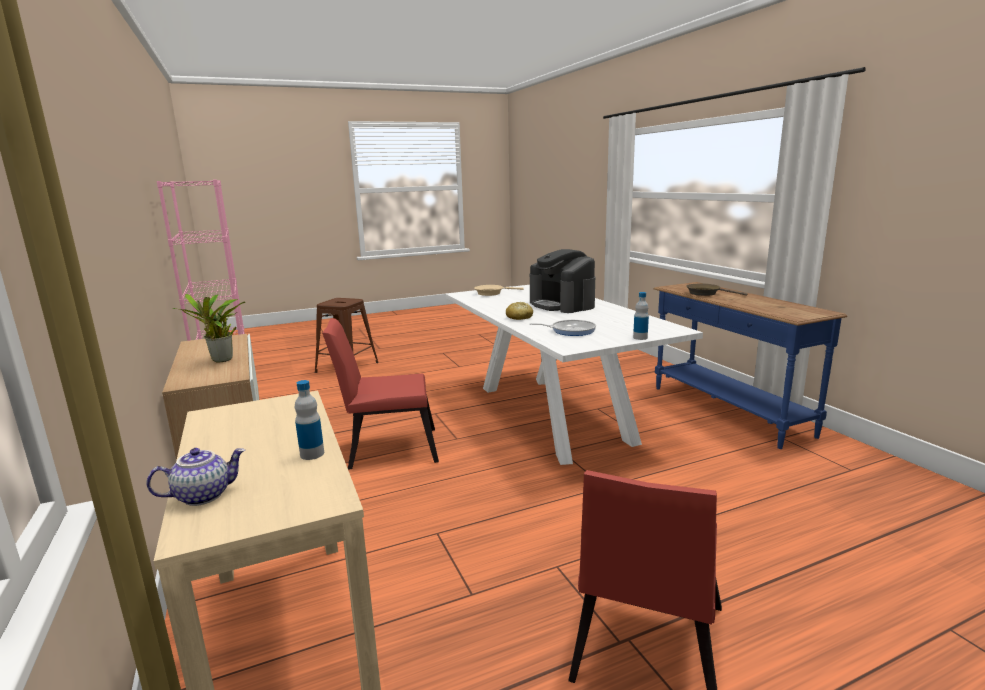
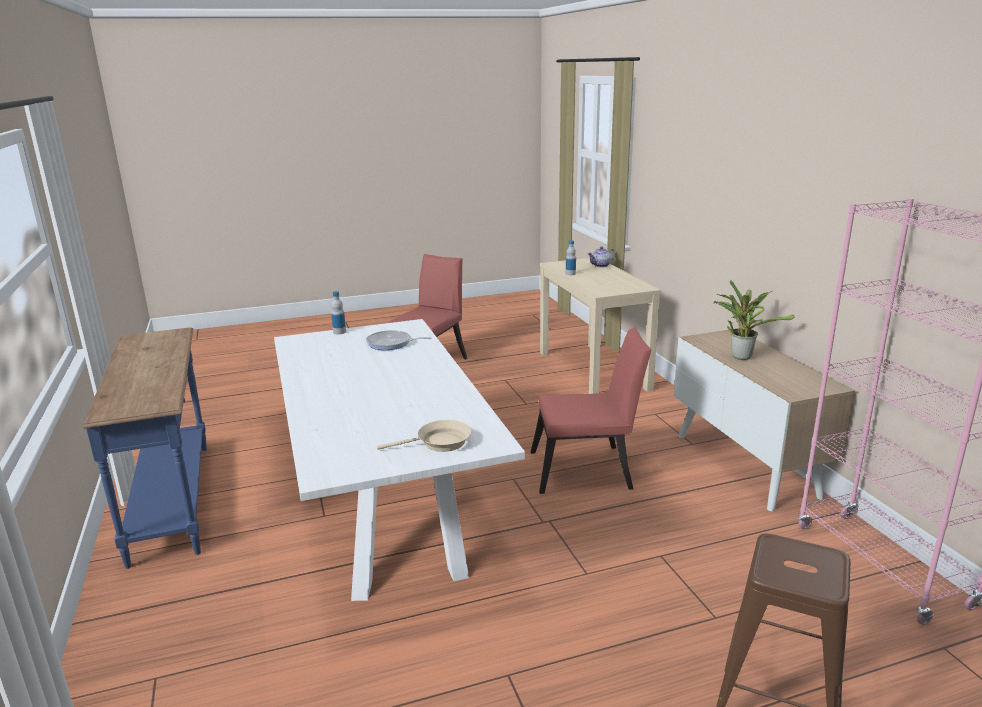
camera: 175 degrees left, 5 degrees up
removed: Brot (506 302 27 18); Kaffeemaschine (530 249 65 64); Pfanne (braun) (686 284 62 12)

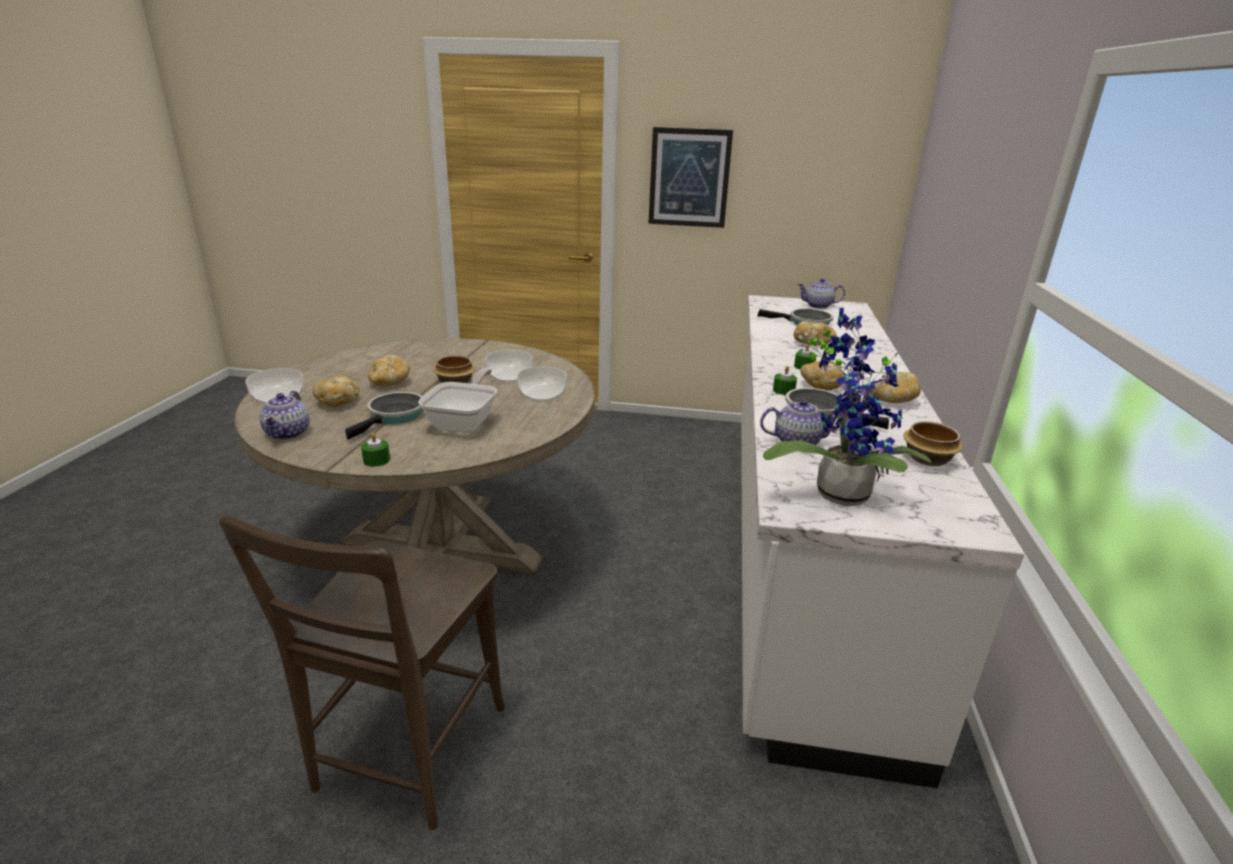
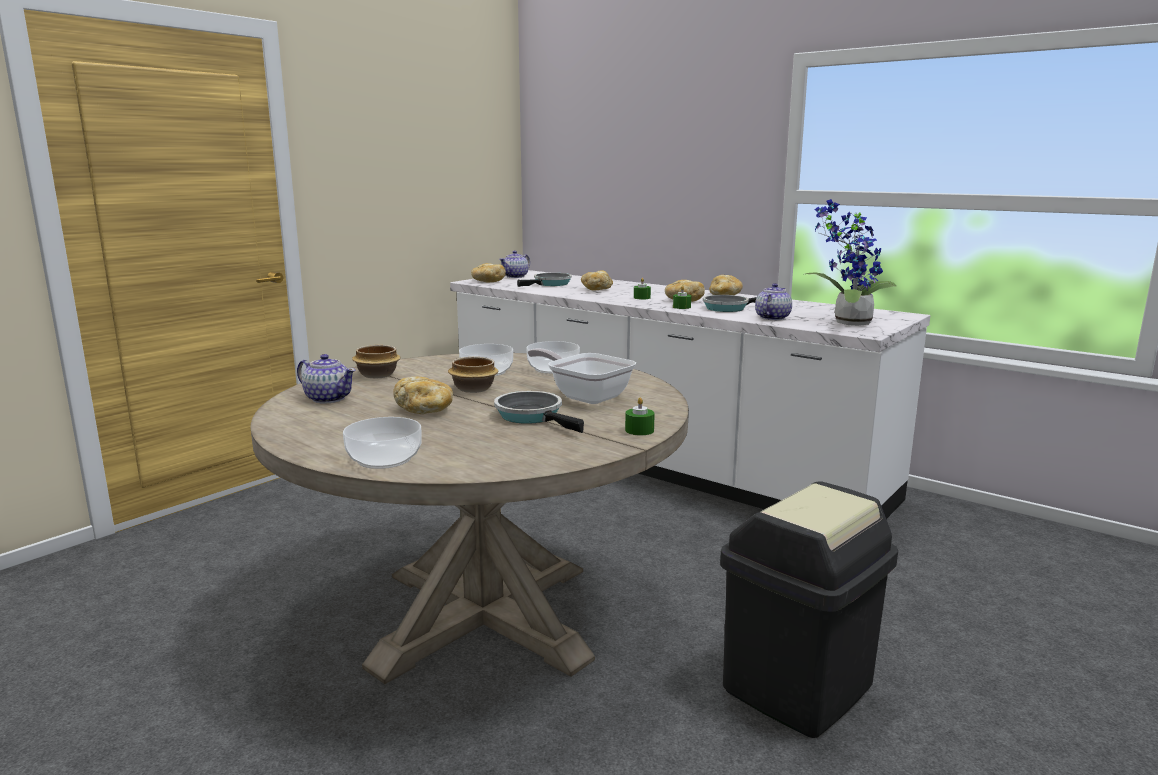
camera: 60 degrees left, 10 degrees down
removed: Bild (648 127 85 101)
moved: Teekanne (260 391 50 49) to (297 354 59 49); Schüssel (904 421 59 45) to (352 345 49 33); Brot (312 375 48 32) to (471 263 35 19)
replaced: Stuhl (braun) (219 515 286 315) to Mülleimer (schwarz) (720 481 178 257)

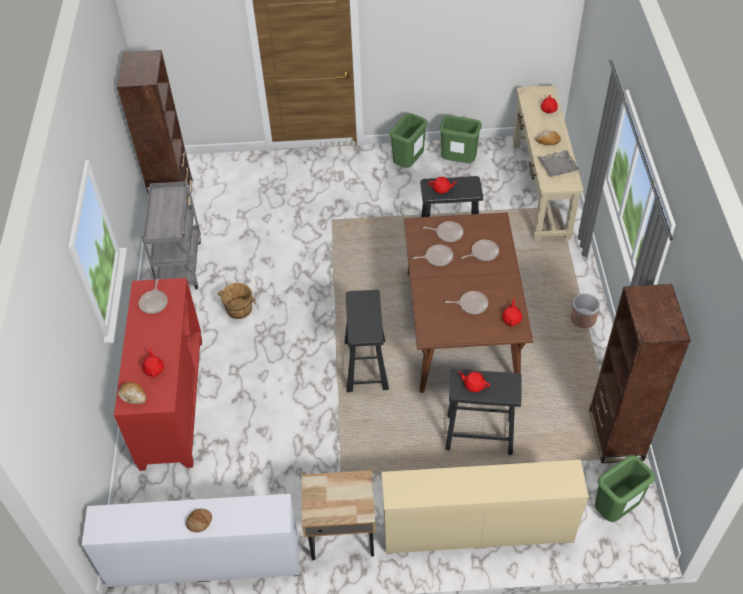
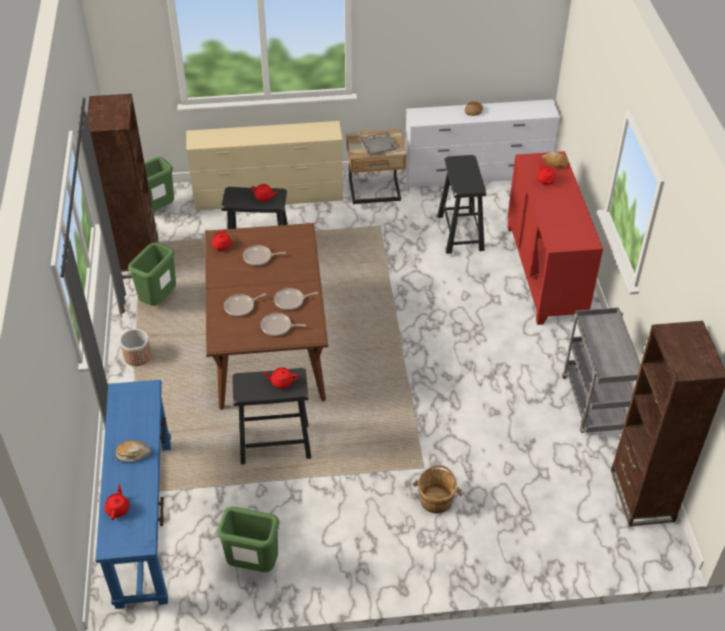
camera: 175 degrees right, 5 degrees down
removed: Pfanne (138 278 30 36)
moved: Mülleimer (grün) (389 113 39 55) to (128 243 48 63); Tablett (grau) (538 150 42 27) to (359 131 40 24); Eimer (braun) (218 283 38 36) to (412 465 50 49); Hocker (schwarz) (345 290 44 102) to (437 155 49 99)
recoloured: Konsolentisch (beige) (512 85 72 156) to Konsolentisch (blau) (95 380 76 229)

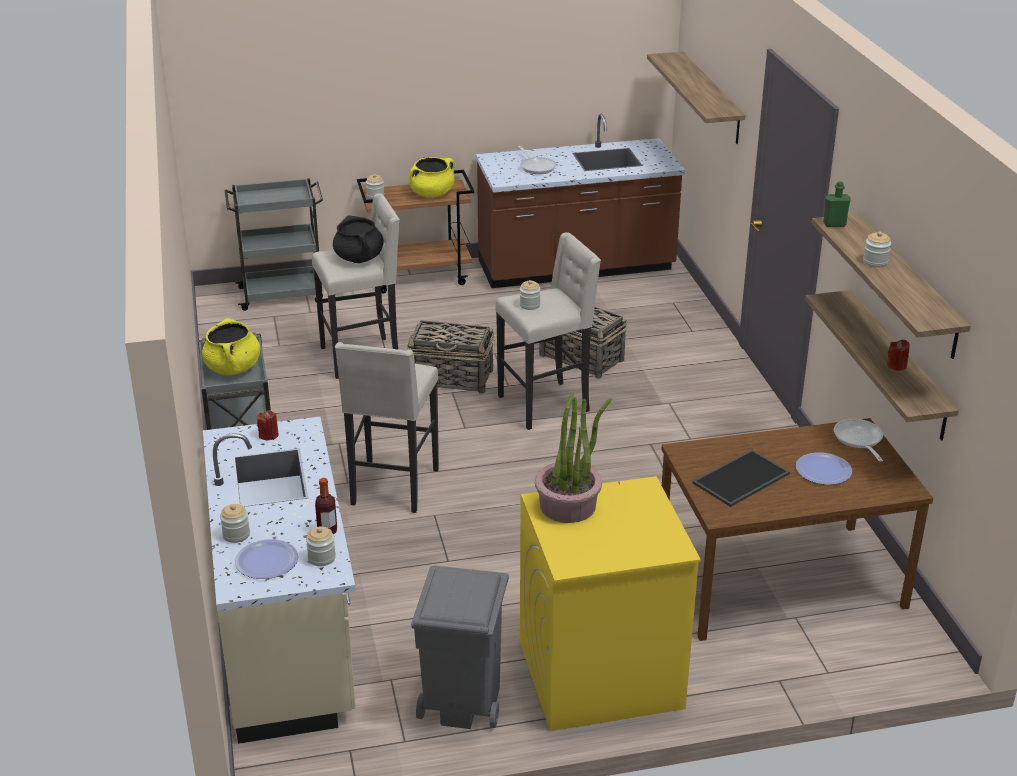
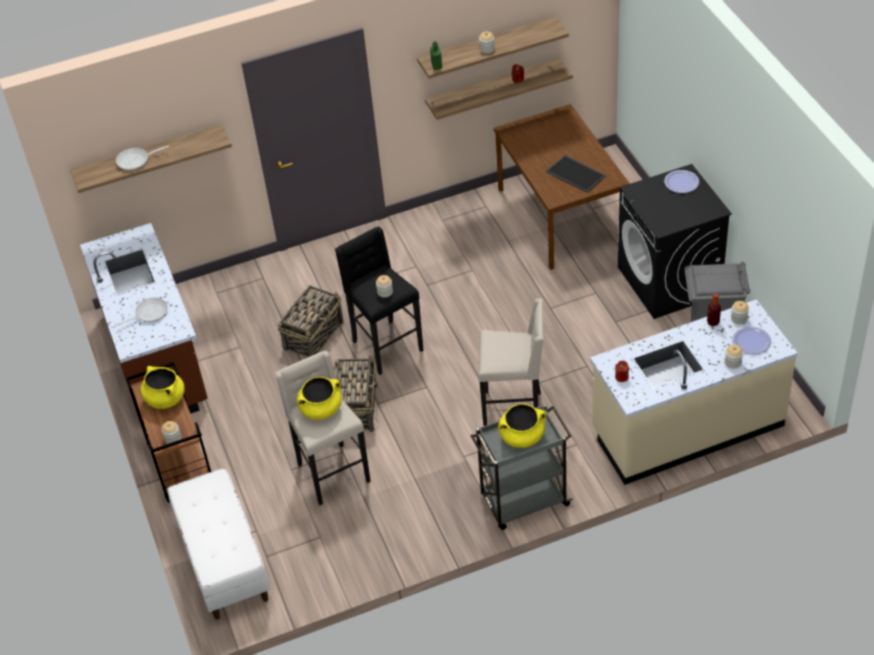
camera: 95 degrees left, 15 degrees up
removed: Topfpflanze (535 392 77 131)
moved: Pfanne (834 419 49 43) to (116 146 53 24); Teller (796 452 56 33) to (664 170 35 23)
replaced: Rollwagen (grau) (225 178 98 133) to Bank (weiß) (167 468 103 152)
recoloured: Kochtopf (schwarz) (333 216 51 47) to Kochtopf (gelb) (297 377 45 43); Hocker (beige) (495 232 106 198) to Hocker (schwarz) (335 226 89 149); Waschmaschine (gelb) (520 476 181 255) to Waschmaschine (schwarz) (618 164 114 155)

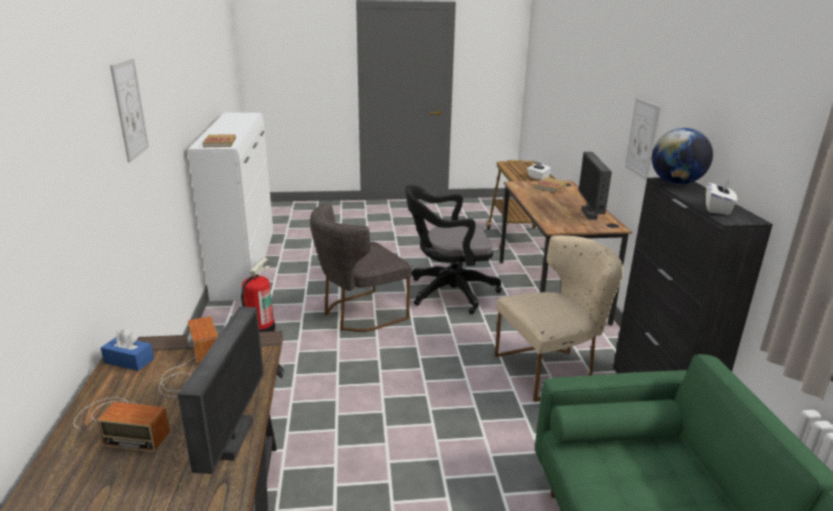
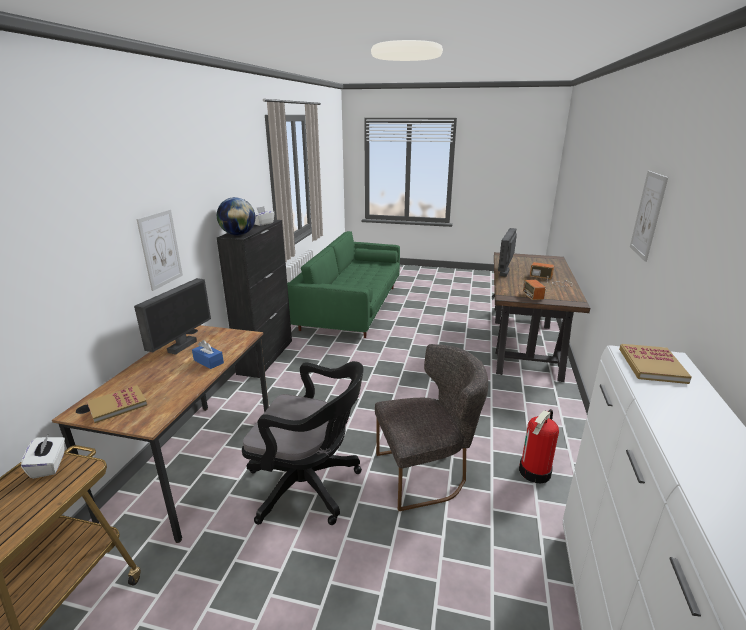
camera: 160 degrees left, 0 degrees up
removed: Stuhl (beige) (495 235 128 167)
moved: Taschentuchbox (blau) (101 329 53 42) to (192 340 32 29)

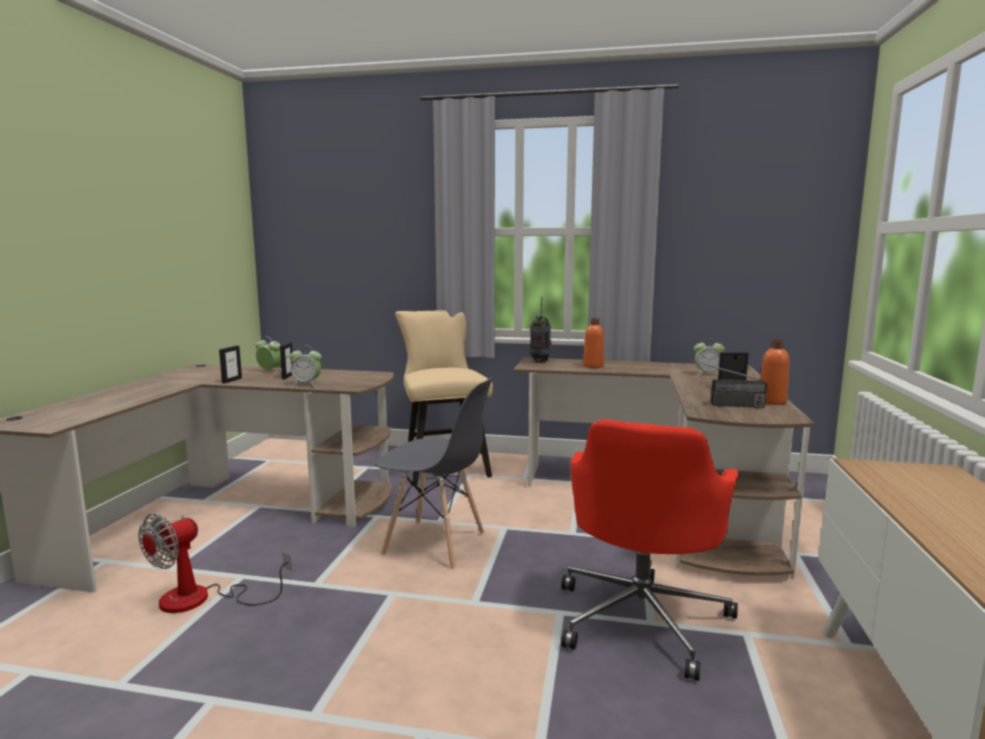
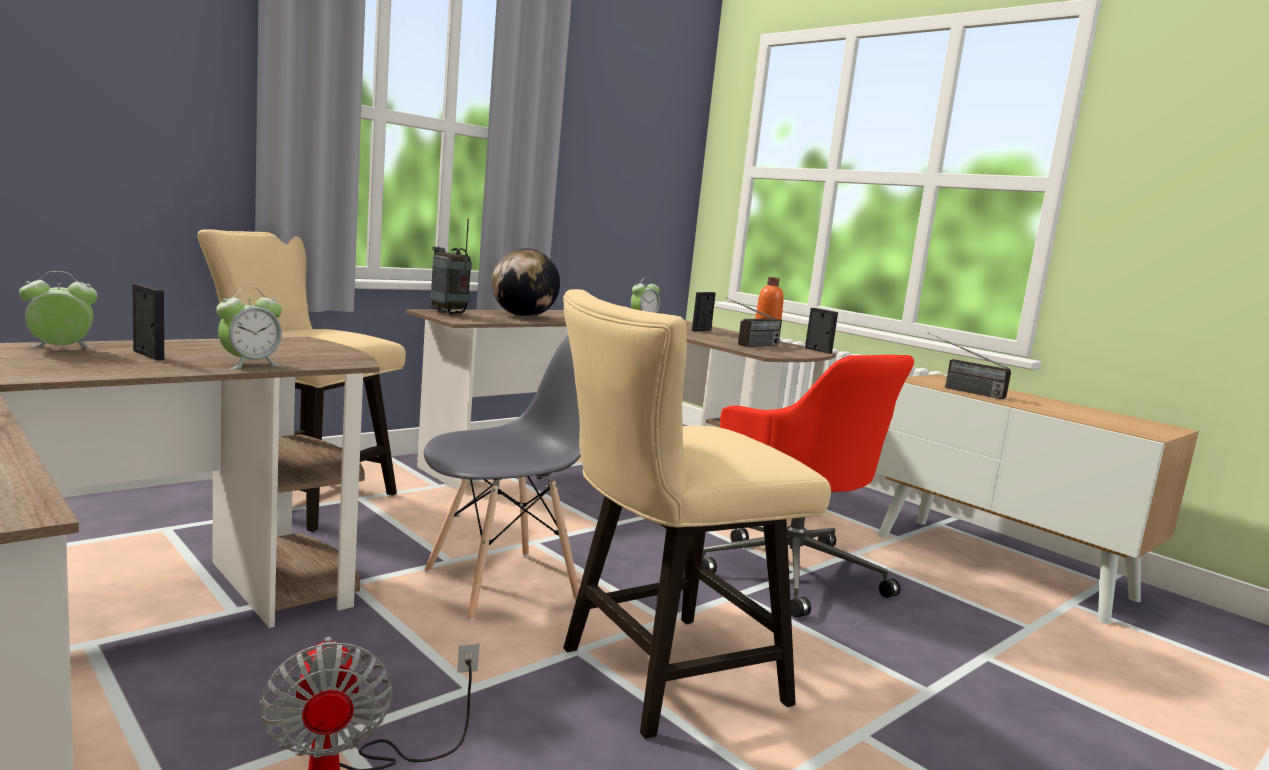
camera: 55 degrees left, 0 degrees up
added: Stuhl (beige) (563 289 268 450); Radio (928 332 83 67)
moved: Bilderrahmen (219 346 23 38) to (805 308 33 46)
replaced: Flasche (orange) (583 318 21 50) to Globus (492 248 68 69)

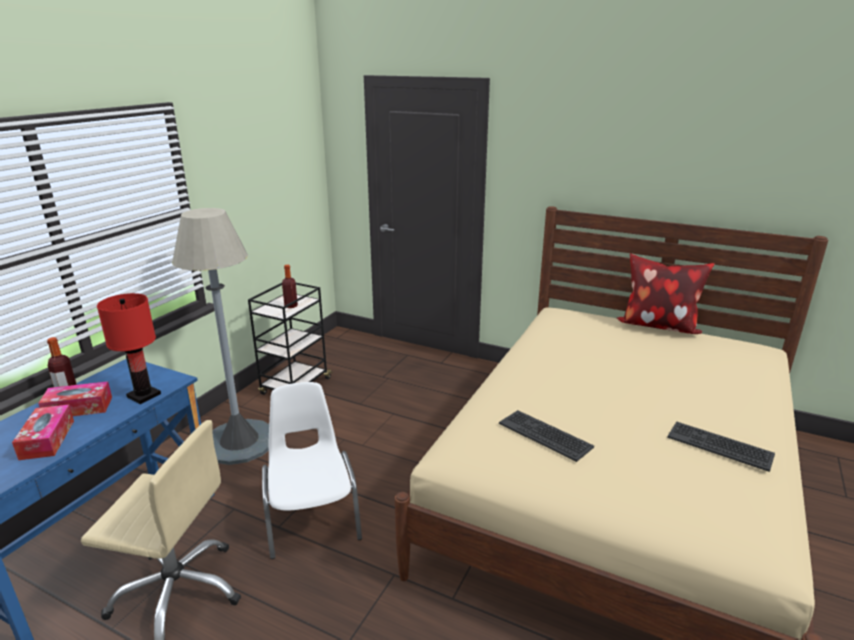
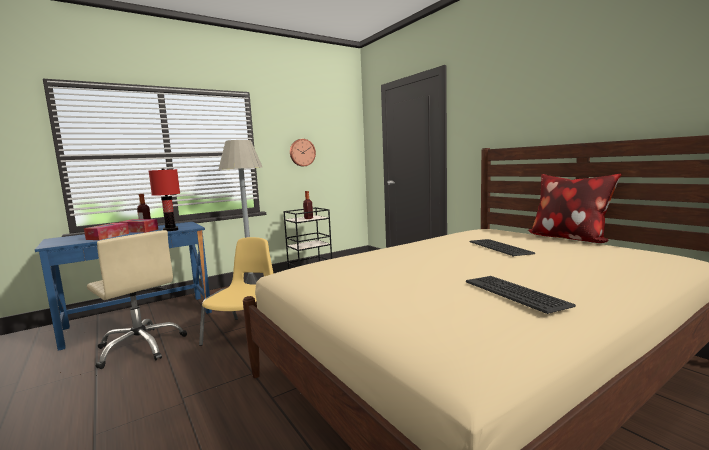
camera: 30 degrees right, 15 degrees down
added: Wanduhr (290 139 26 27)
moved: Tastatur (499 410 95 52) to (470 239 65 17)
recoloured: Stuhl (weiß) (262 382 100 177) to Stuhl (gelb) (199 237 75 109)

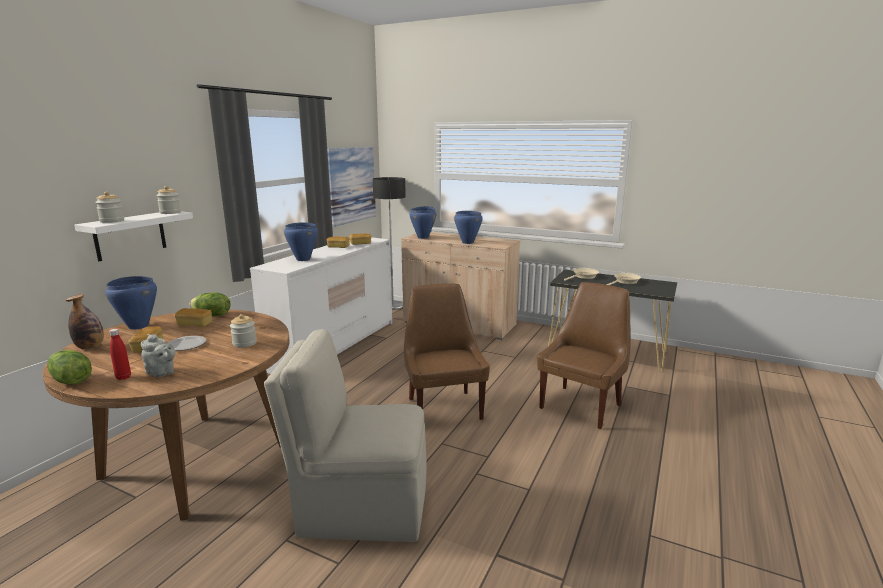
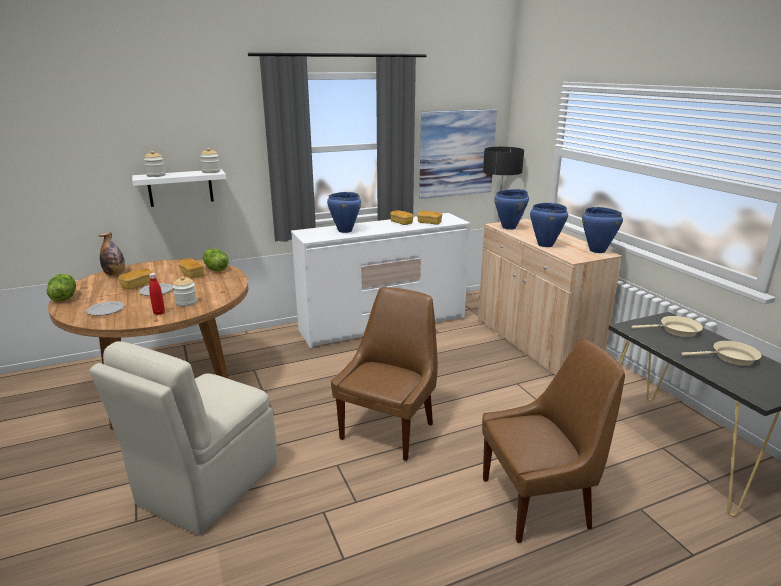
camera: 40 degrees right, 5 degrees up
moved: Flasche (rot) (109 329 22 51) to (149 273 16 42); Kochtopf (blau) (105 276 52 54) to (582 207 41 46)
replaced: Teekanne (grau) (141 334 34 43) to Teller (86 301 39 15)
turned: Stuhl (beige) (264 329 163 213) = (90 341 187 194) 105 degrees counterclockwise

